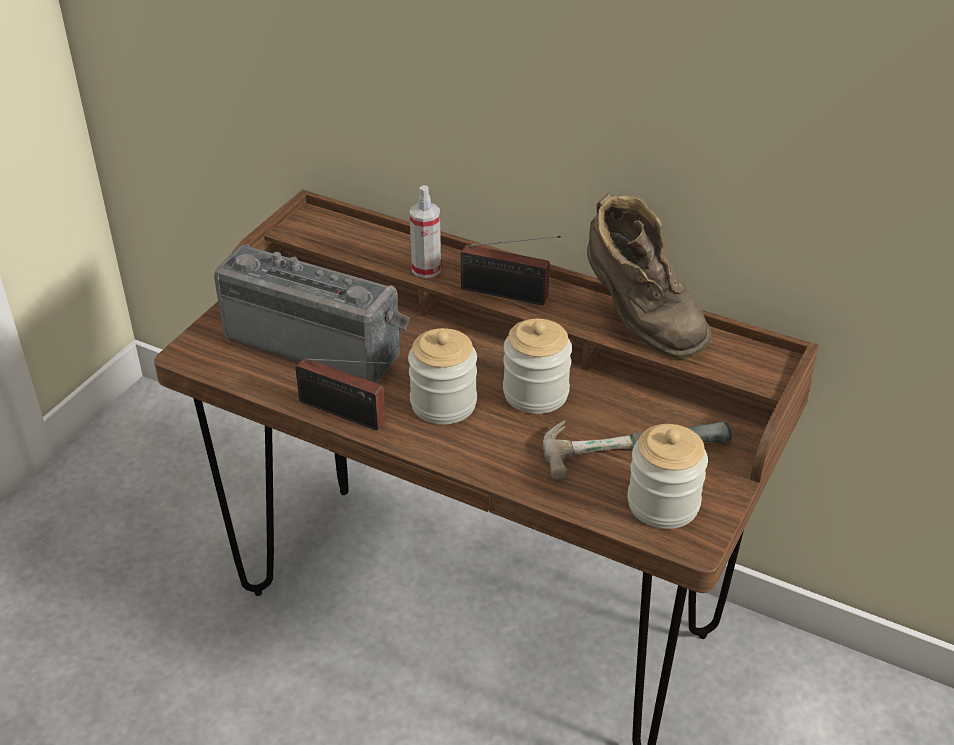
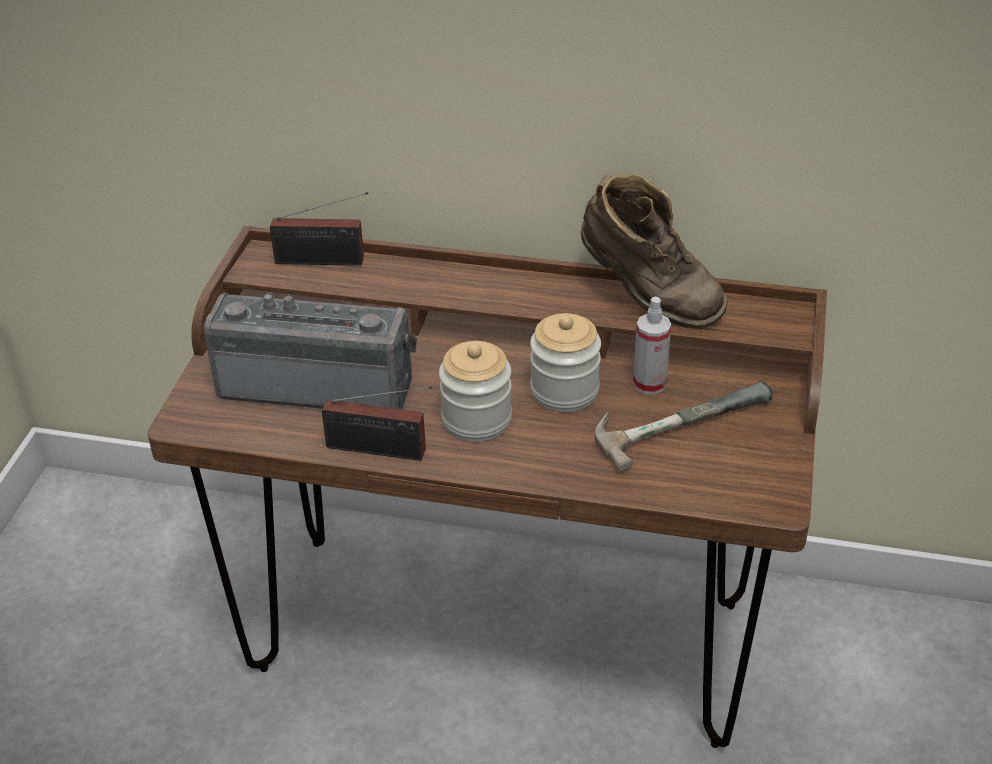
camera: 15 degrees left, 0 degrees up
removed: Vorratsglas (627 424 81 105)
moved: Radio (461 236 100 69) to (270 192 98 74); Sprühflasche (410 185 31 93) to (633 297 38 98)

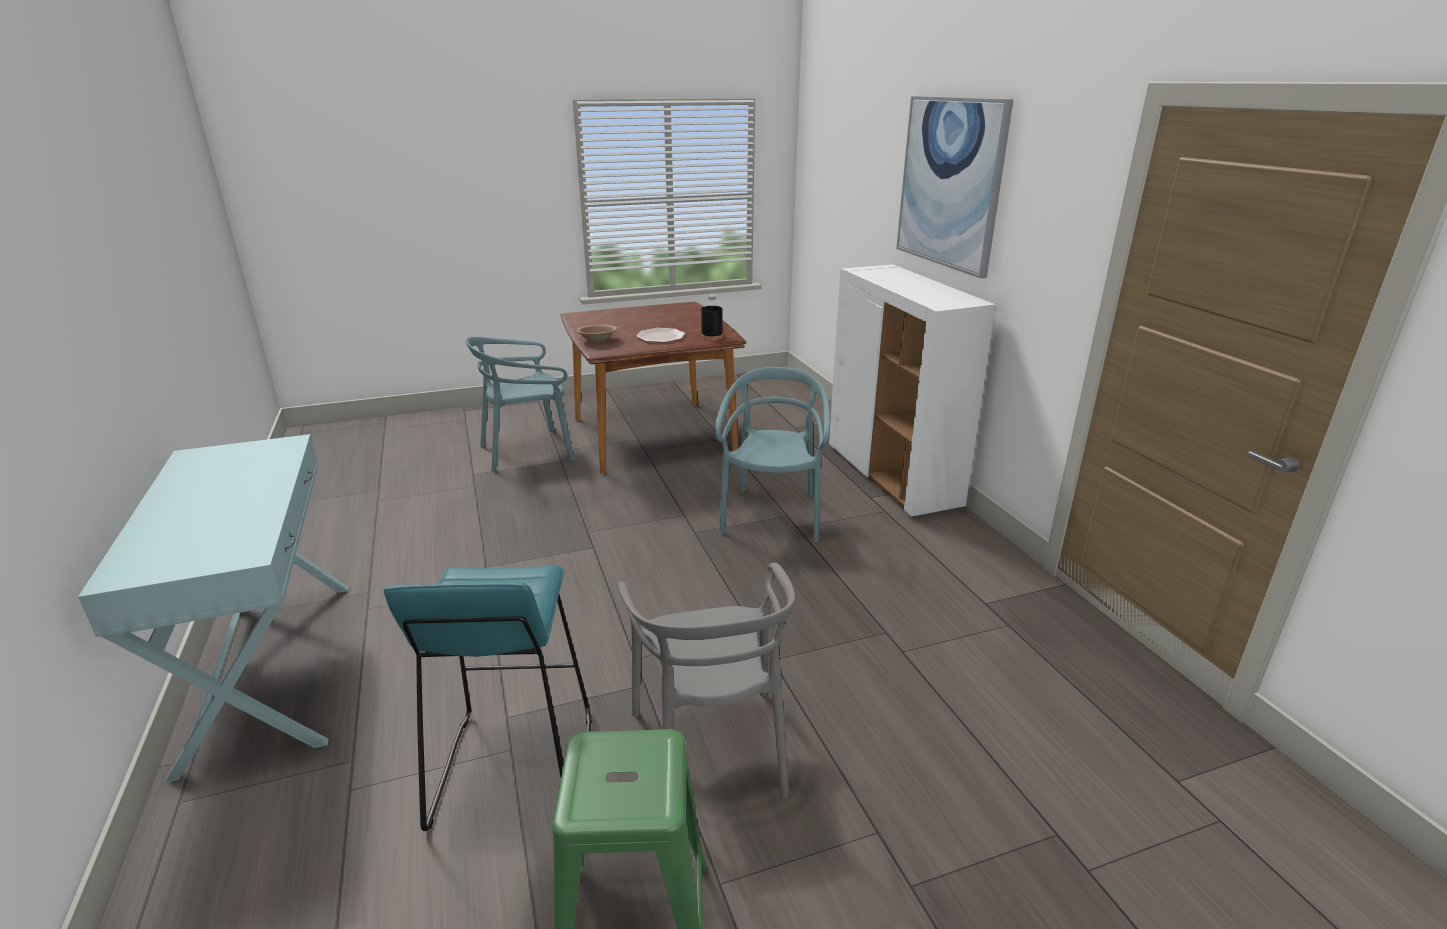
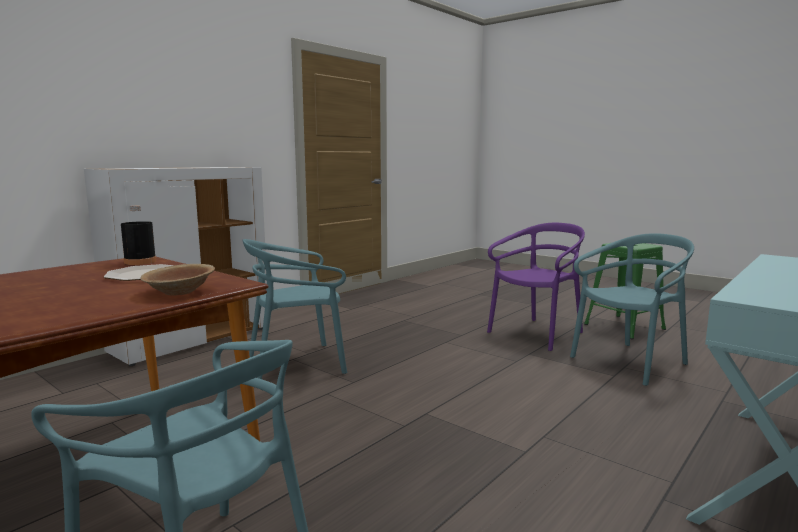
camera: 120 degrees left, 15 degrees down
removed: Bild (896 96 117 183)
replaced: Hocker (türkis) (384 565 208 266) to Stuhl (türkis) (570 233 124 153)
recoloured: Stuhl (grau) (618 563 177 235) to Stuhl (lila) (487 223 98 128)

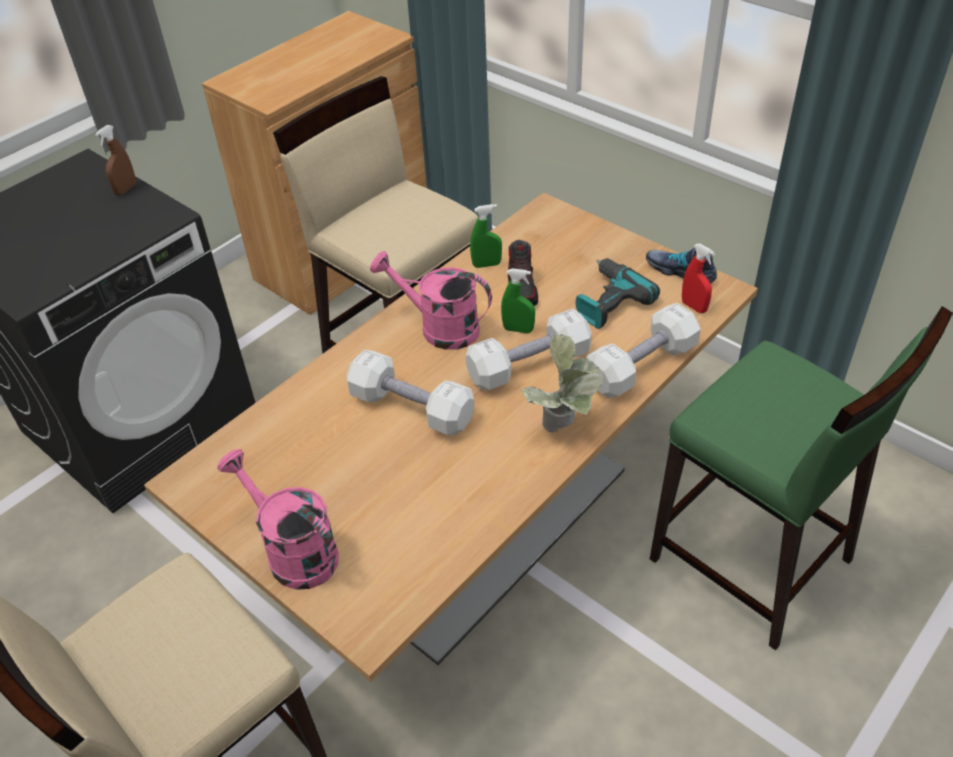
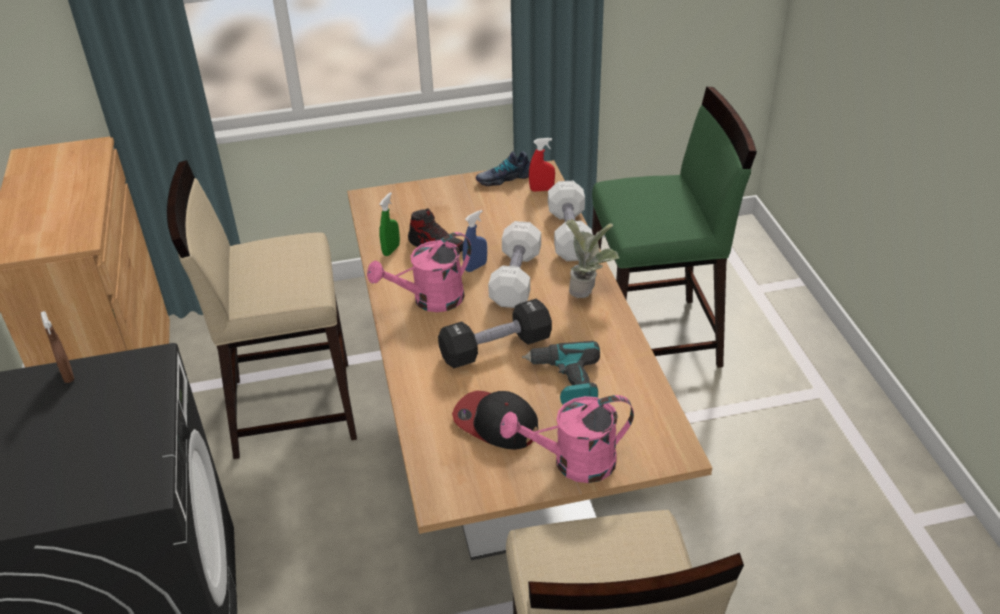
camera: 55 degrees left, 5 degrees down
added: Kappe (452 391 86 59)
moved: Bohrmaschine (576 258 84 71) to (522 341 78 64)
recoloured: Hantel (weiß) (347 350 128 85) to Hantel (schwarz) (438 299 114 69); Sprühflasche (grün) (501 268 34 65) to Sprühflasche (blau) (463 210 24 62)

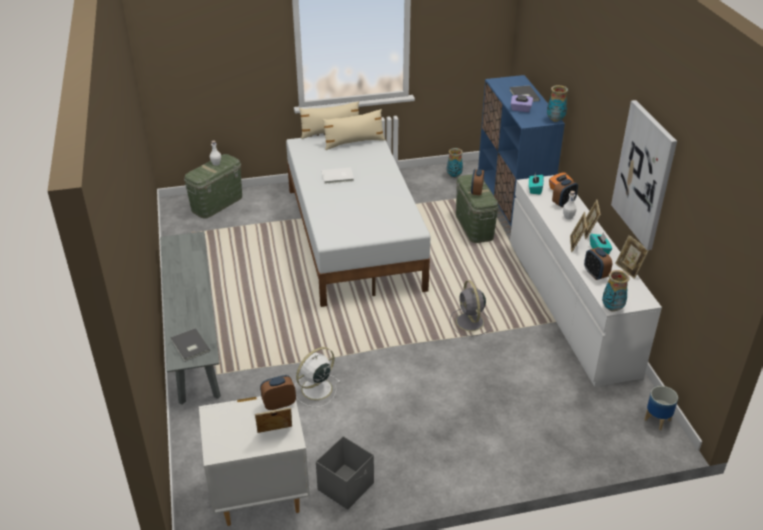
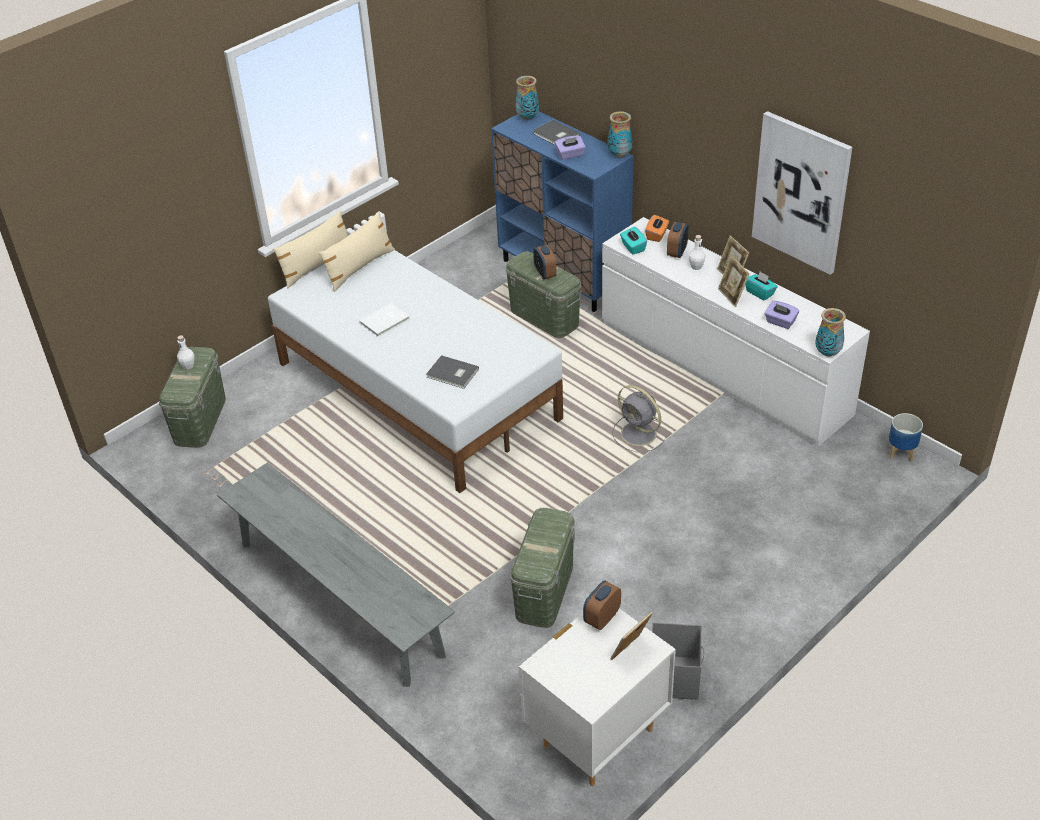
camera: 30 degrees left, 5 degrees up
removed: Bilderrahmen (615 235 34 44)
moved: Buch (grau) (170 328 40 34) to (426 355 53 34); Vase (446 148 17 30) to (515 76 24 44)
replaced: Ventilator (weiß) (295 347 46 60) to Aufbewahrungsbox (grün) (510 508 65 120); Wecker (584 247 28 33) to Taschentuchbox (lila) (765 301 34 28)

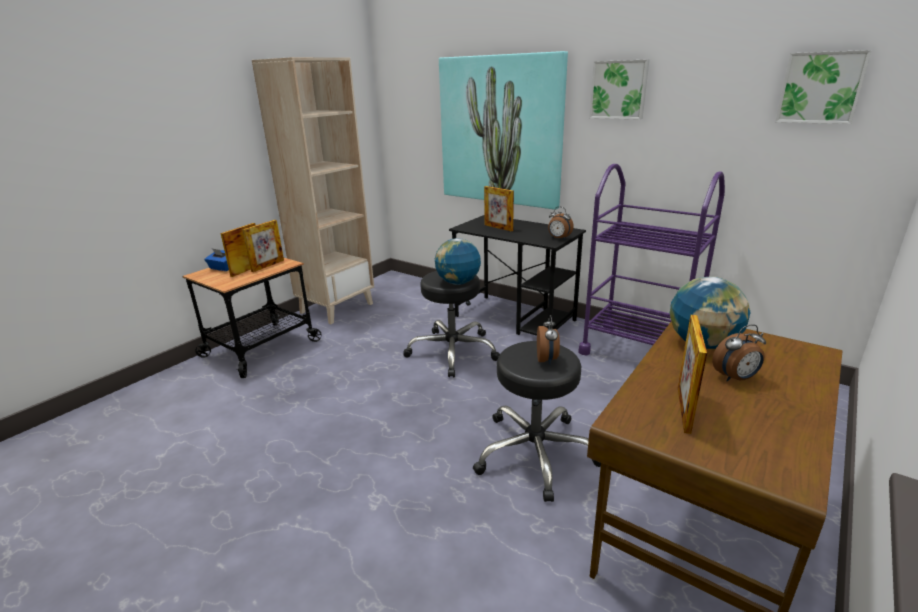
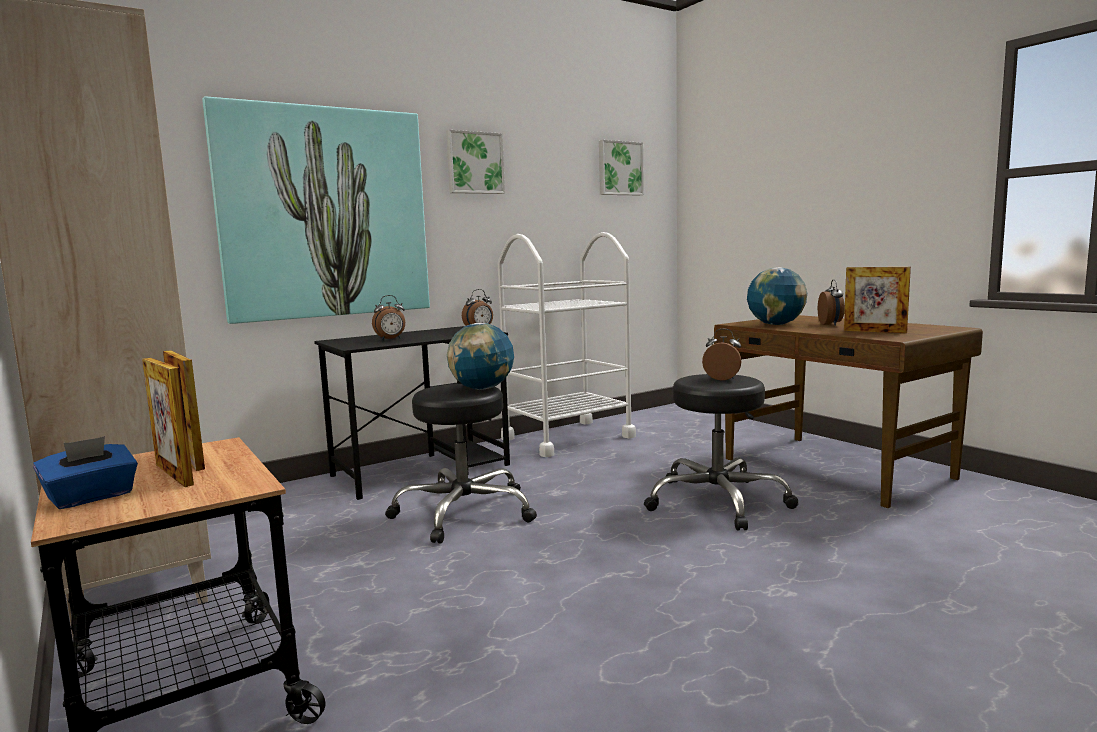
camera: 70 degrees left, 15 degrees down
replaced: Bilderrahmen (484 186 30 45) to Wecker (372 295 33 45)
recoloured: Rollwagen (lila) (578 164 147 191) to Rollwagen (weiß) (498 232 138 225)

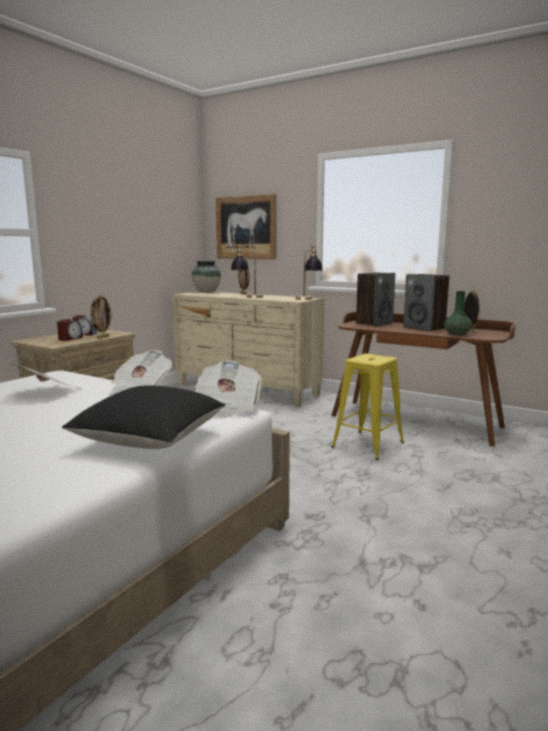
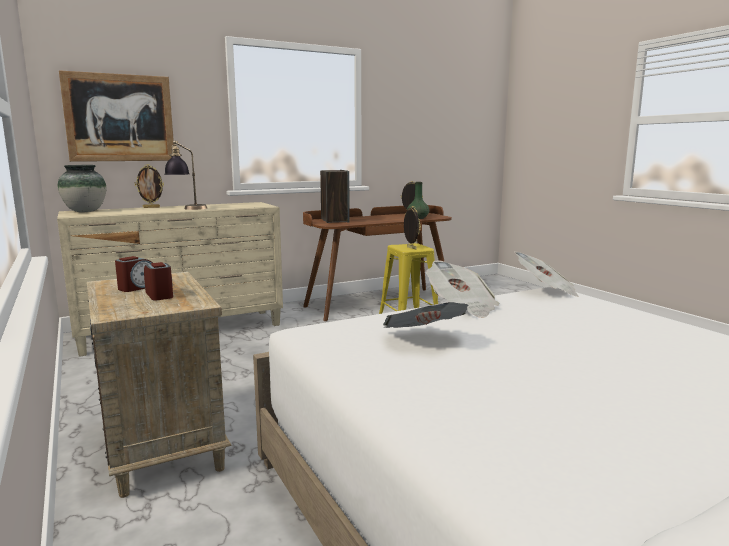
camera: 60 degrees left, 0 degrees up
removed: Kissen (schwarz) (62 385 164 64); Tischlampe (295 244 27 56); Lautsprecher (403 274 47 57)
moved: Bilderrahmen (90 295 23 44) to (404 206 17 44)

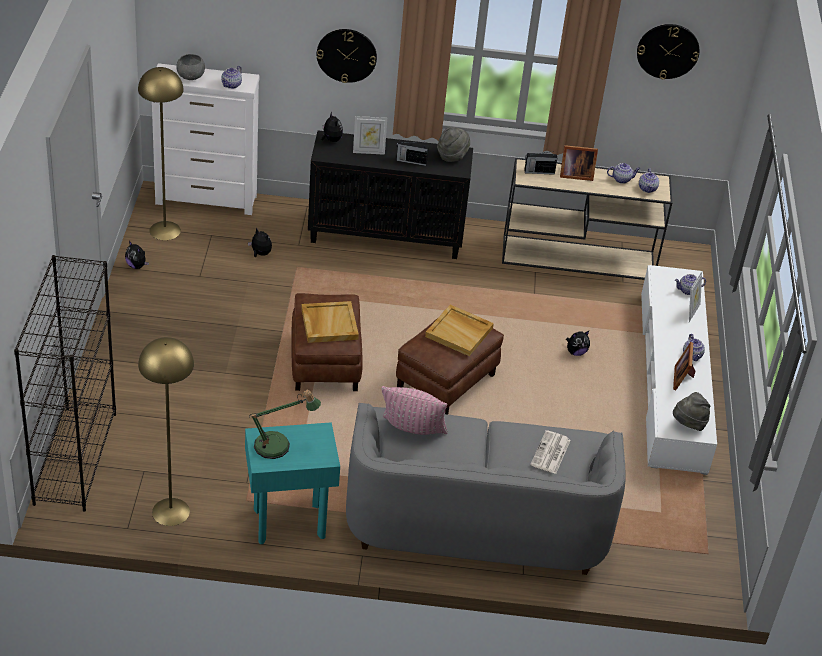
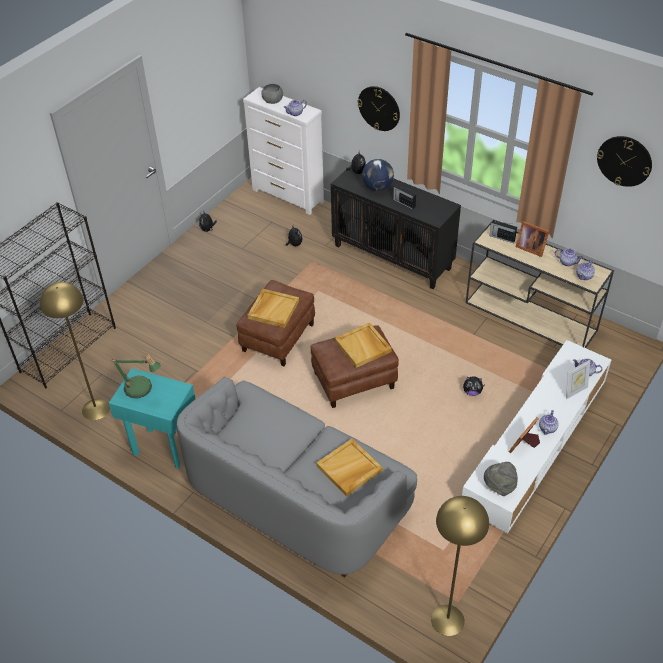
camera: 35 degrees right, 5 degrees up
removed: Kissen (rosa) (382 386 66 49); Hut (grau) (437 127 33 35)
moved: Stehlampe (gelb) (138 67 46 173) to (431 496 58 140)
replaced: Zeitung (530 430 41 44) to Tablett (beige) (316 439 67 58); Bilderrahmen (353 116 34 39) to Globus (362 159 32 32)

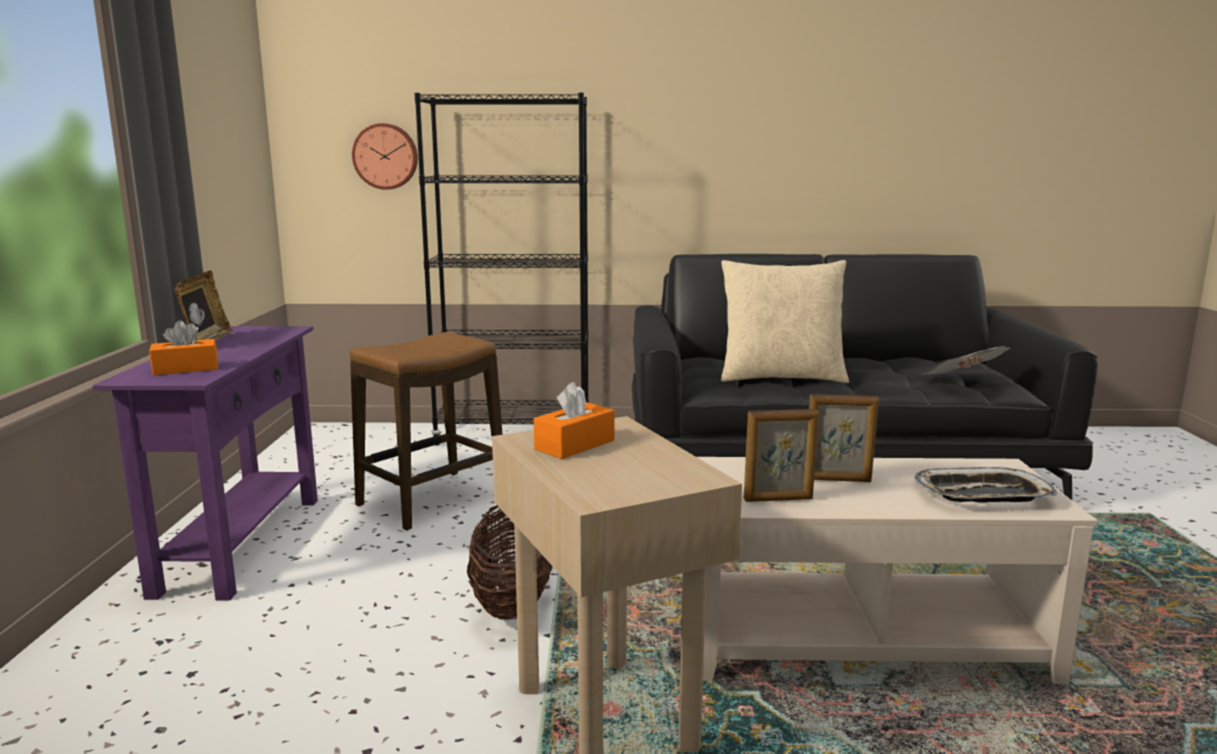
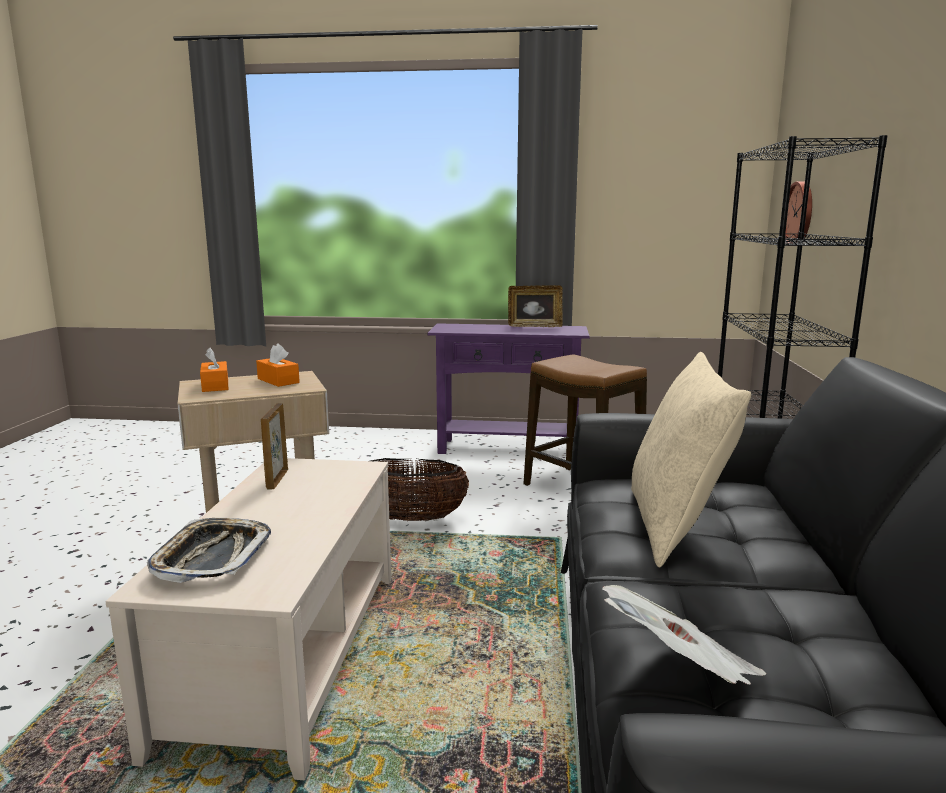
camera: 95 degrees right, 0 degrees up
removed: Bilderrahmen (809 394 70 88)
moved: Taschentuchbox (orange) (149 320 69 55) to (200 347 28 45)

